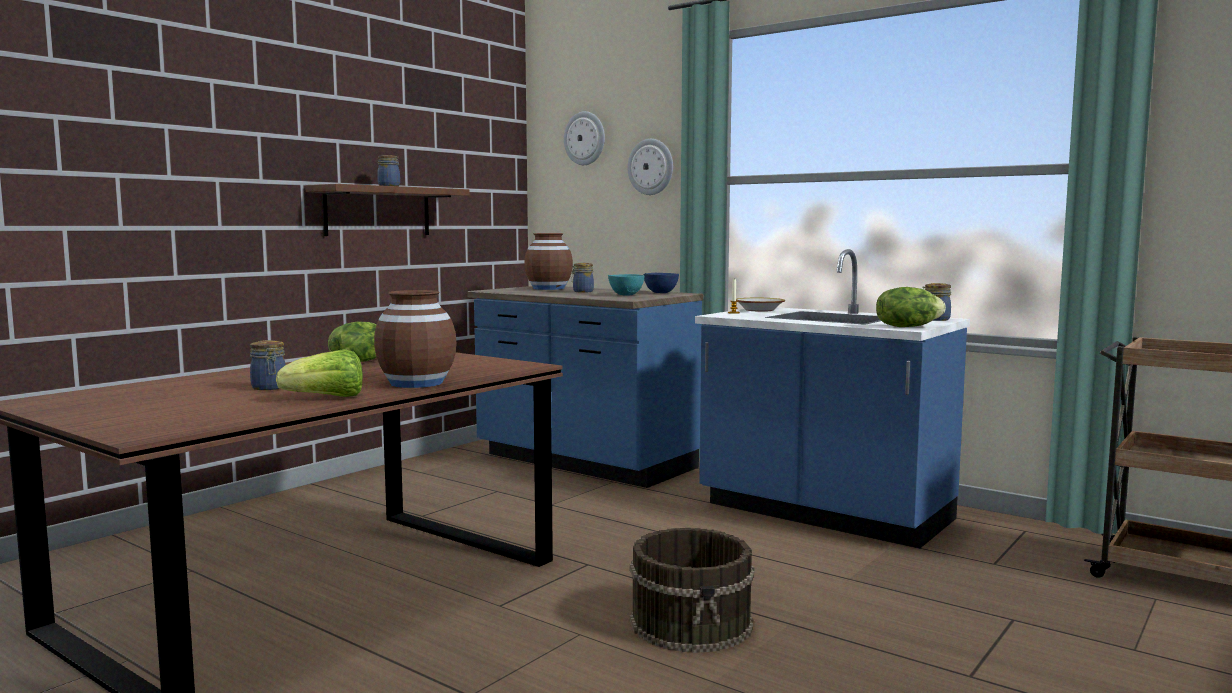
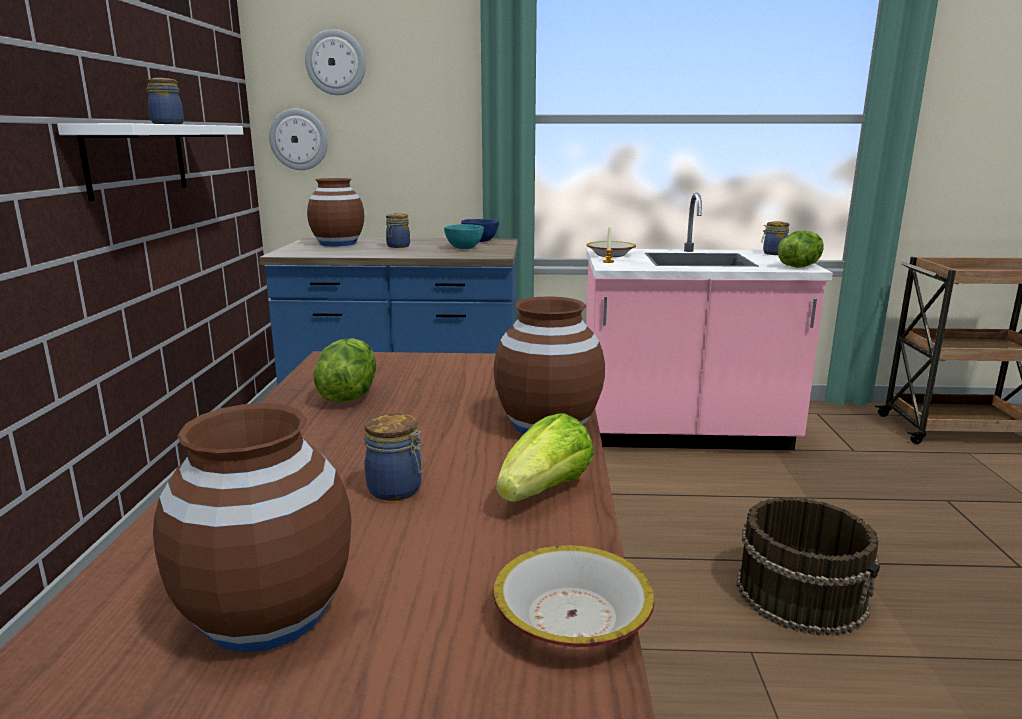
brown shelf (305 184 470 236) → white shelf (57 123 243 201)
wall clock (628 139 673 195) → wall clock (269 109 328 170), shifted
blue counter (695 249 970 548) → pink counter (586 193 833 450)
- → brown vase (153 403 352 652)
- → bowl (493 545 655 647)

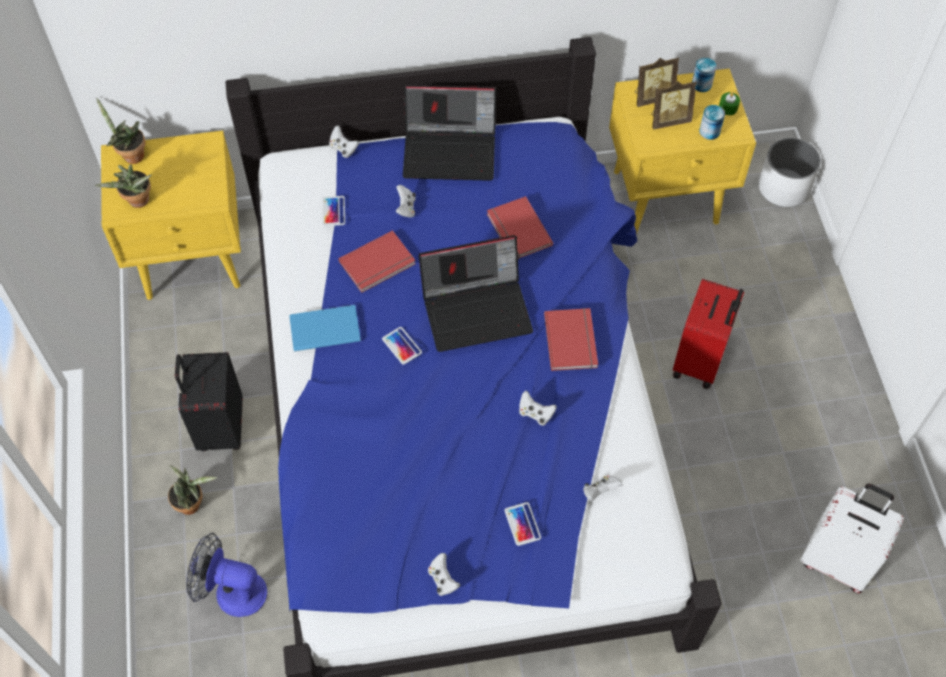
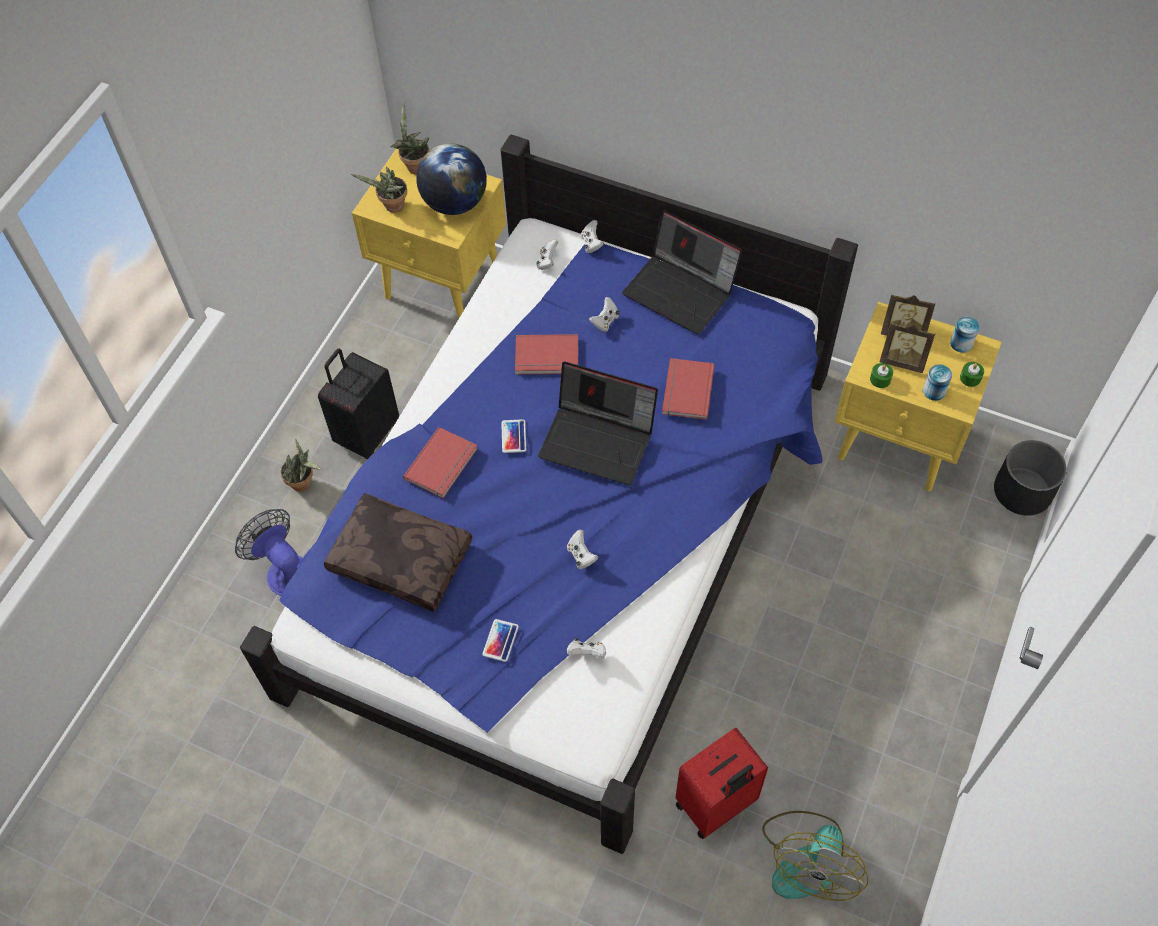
blue book (289 305 361 351) → -
phone (322 196 345 226) → -
white game controller (428 553 460 596) → white game controller (536 239 559 270), shifted
red book (544 308 598 371) → red book (403 427 478 499), shifted
red suitcase (673 279 744 389) → red suitcase (675 728 768 839), shifted
white planter (758 138 821 207) → black planter (994 440 1067 516)
white suitcase (800 484 904 594) → fan (762 811 868 901)
- → brown pillow (324 493 472 612)
- → globe (416 143 487 215)
- → green candle (870 363 893 388)

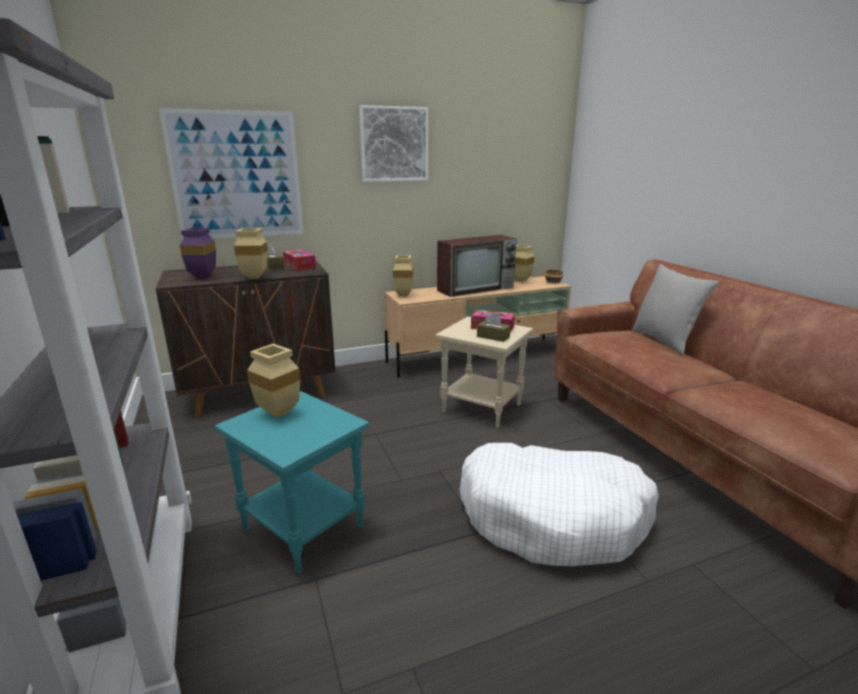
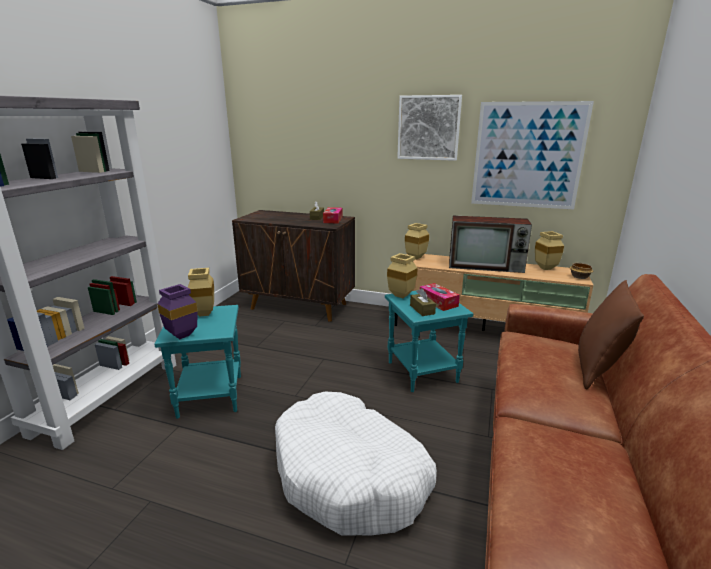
picture (159 108 304 240) → picture (471 101 594 209), shifted
purple vase (180 228 216 278) → purple vase (157 284 198 339), shifted
beige vase (234 228 268 279) → beige vase (387 253 418 298), shifted
beige side table (436 316 533 428) → turquoise side table (385 291 473 392)
grey pillow (632 264 719 356) → brown pillow (578 280 644 389)

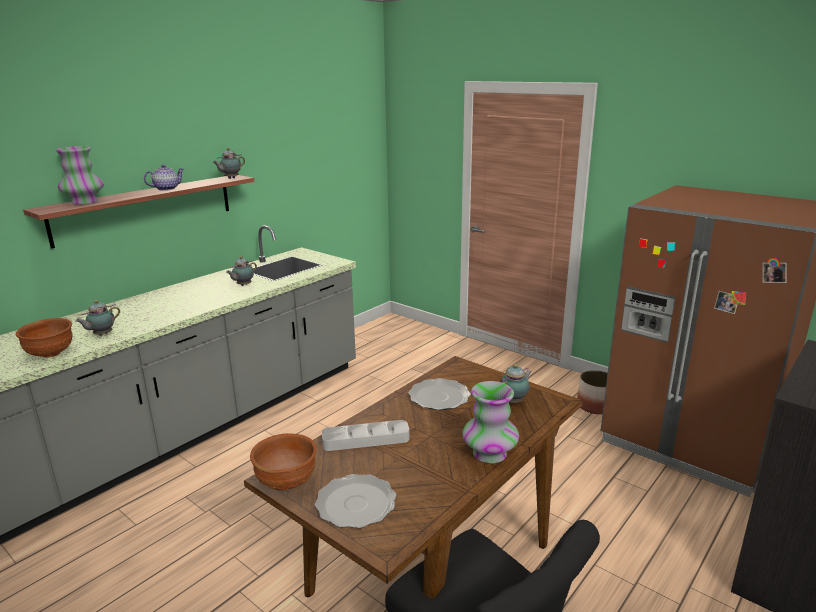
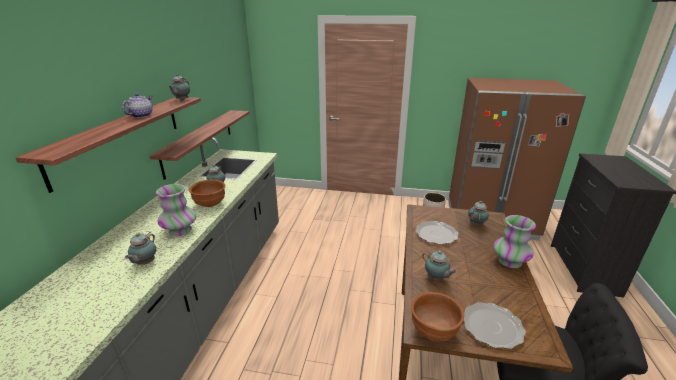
brown bowl (16 318 73 358) → brown bowl (189 179 225 207), shifted
vase (56 146 104 205) → vase (156 184 197 236), shifted
grey tray (322 420 409 451) → teapot (422 250 457 281)
- → shelf (150 110 249 180)

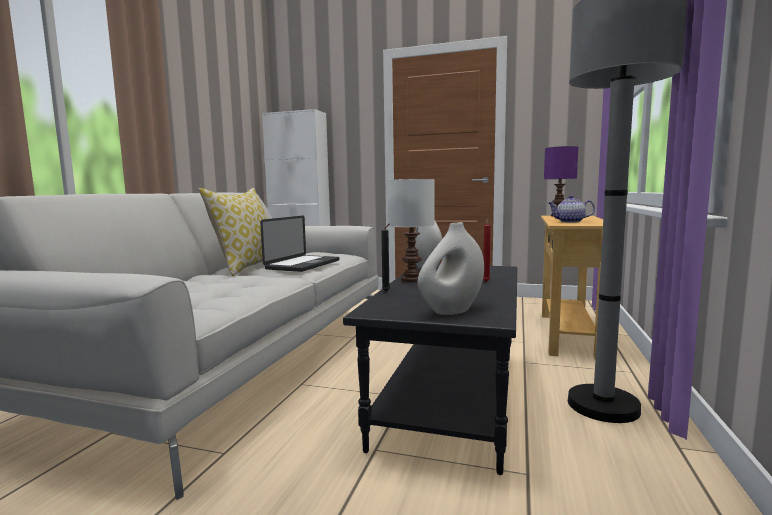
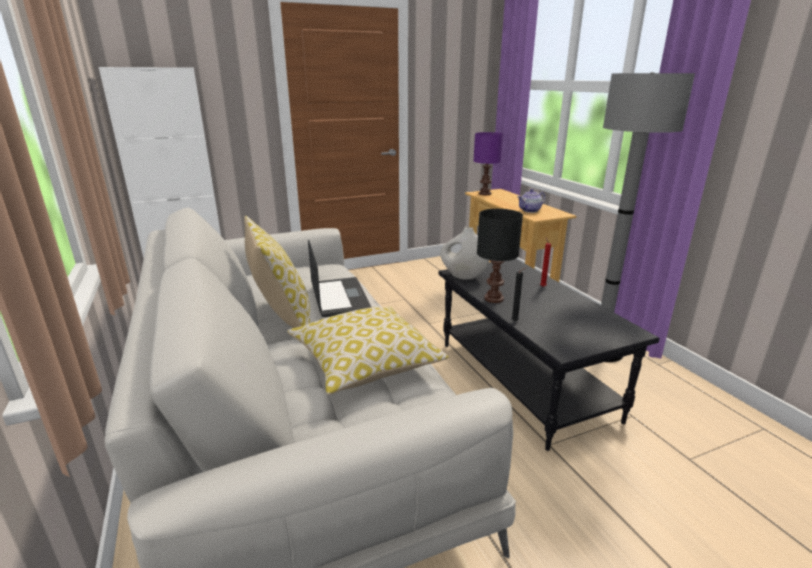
white table lamp (388 179 435 282) → black table lamp (477 209 523 303)
white vase (417 222 484 315) → -
- → pillow (287 306 449 395)

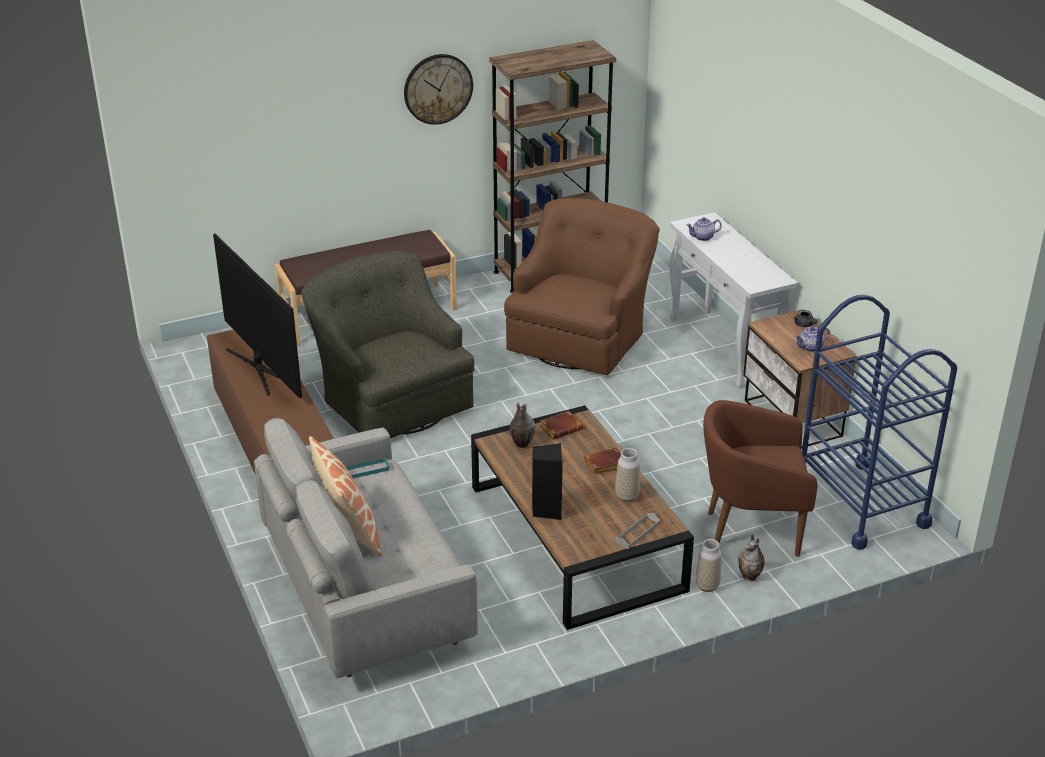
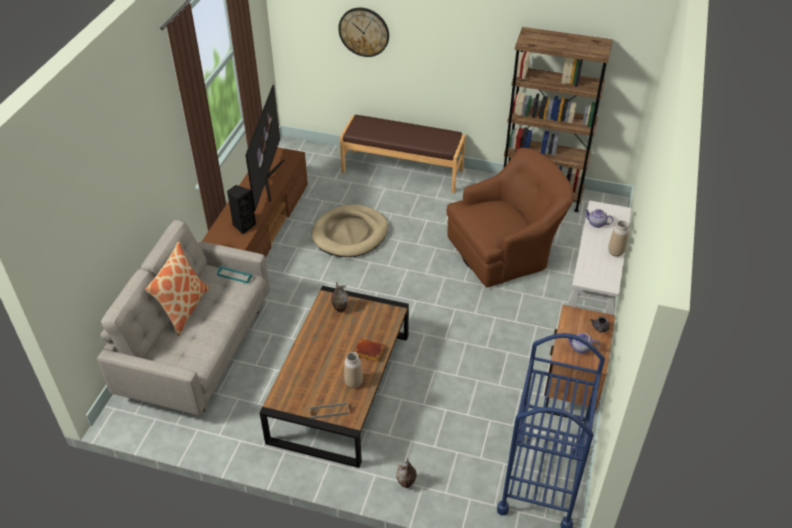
green armchair (301 251 474 438) → beige dog bed (311 205 388 257)
wall clock (404 54 473 125) → wall clock (338 8 389 57), shifted
black speaker (532 443 563 520) → black speaker (227 185 256 234), shifted
brown book (540 411 583 440) → -
vase (696 539 721 592) → vase (608 220 629 257), shifted
brown armchair (703 400 817 557) → -

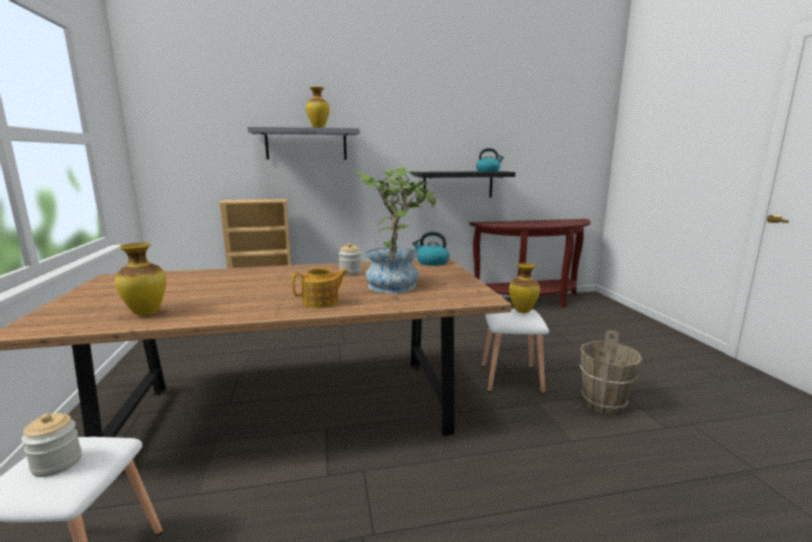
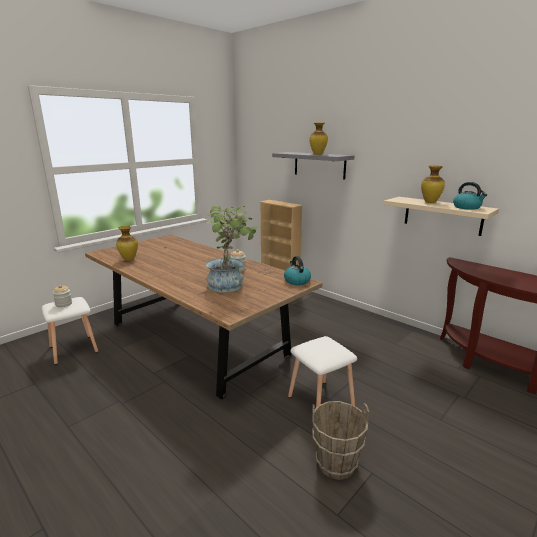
teapot (292 268 349 308) → -
black shelf (416 171 515 199) → beige shelf (383 197 499 236)
vase (509 263 540 313) → vase (421 166 445 203), shifted

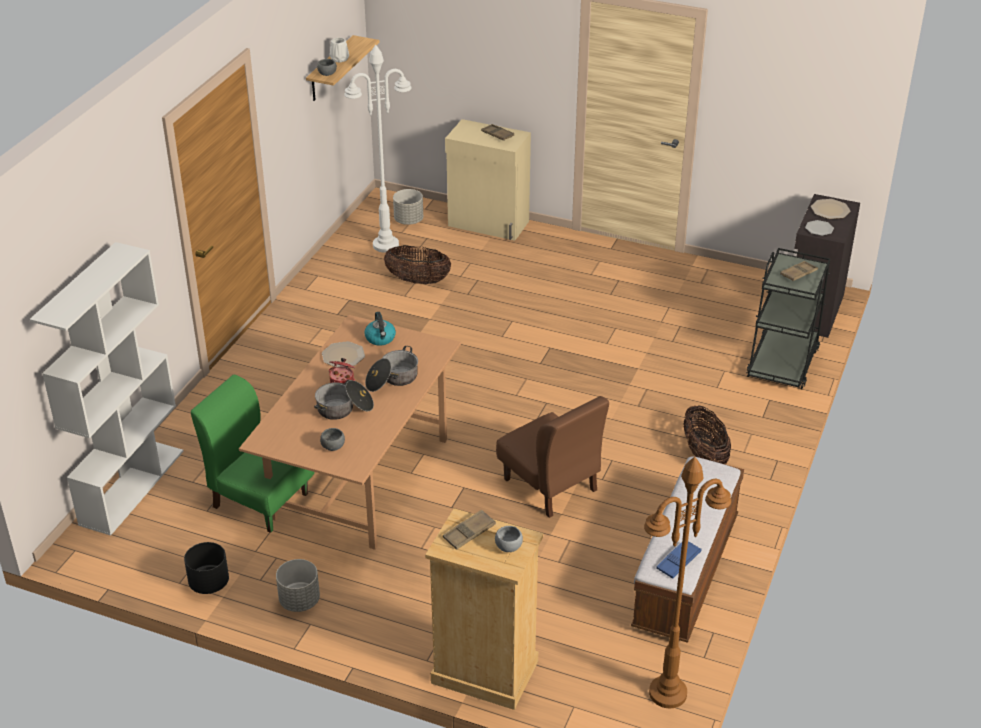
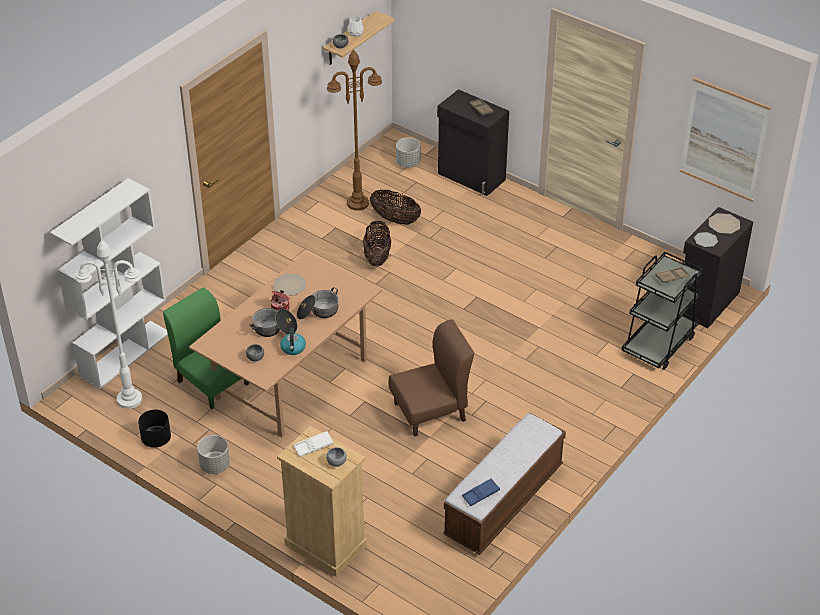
white floor lamp (344 45 411 253) → white floor lamp (75 240 142 409), shifted
kettle (364 312 396 346) → kettle (280 328 306 355), shifted
brown tray (443 510 496 550) → white tray (294 431 334 457)
beige cabinet (445 119 531 241) → black cabinet (437 89 509 196)
brown chair (496 396 609 518) → brown chair (389 319 474 437), 90 degrees counterclockwise
brown floor lamp (644 457 731 708) → brown floor lamp (327 49 382 211), shifted
basket (683 405 731 464) → basket (363 221 391 266), shifted
- → picture (680 78 771 202)

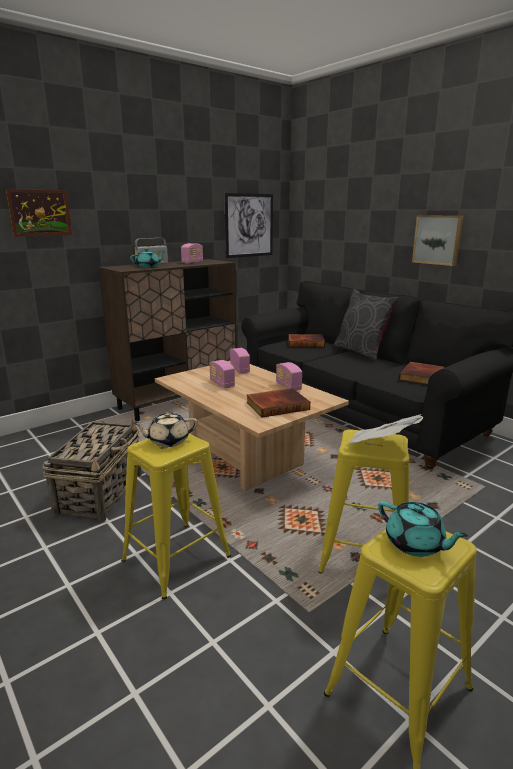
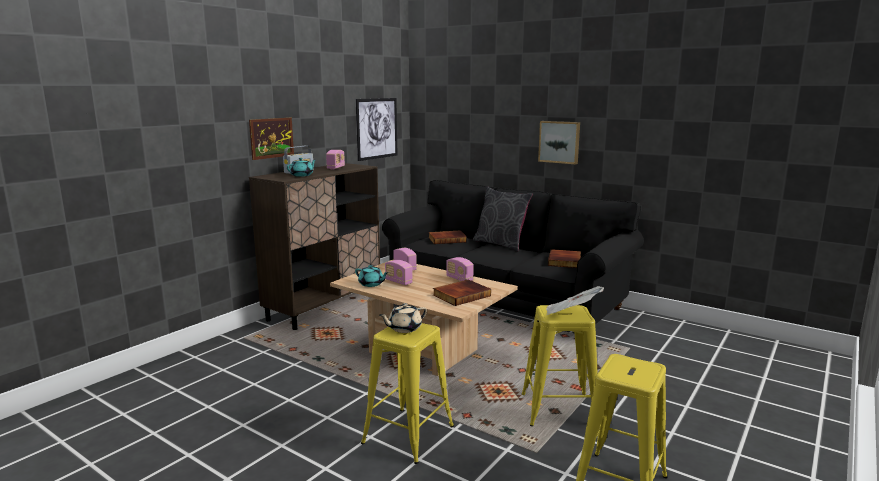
picture (5 189 72 237) → picture (249 118 294 160), shifted
basket (42 419 142 522) → -
turquoise teapot (378 501 468 557) → turquoise teapot (355 265 388 287), shifted

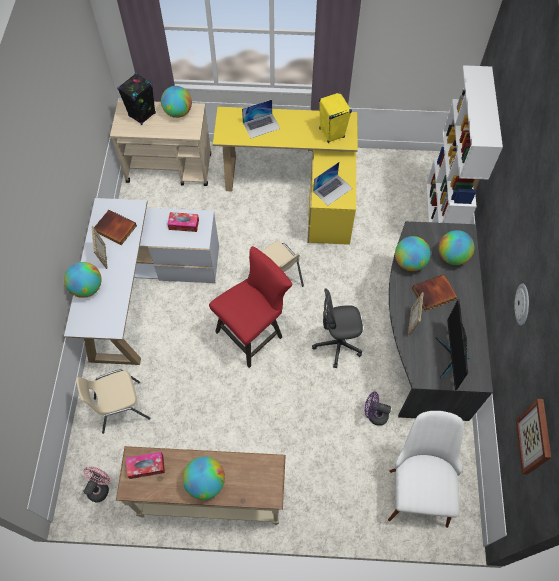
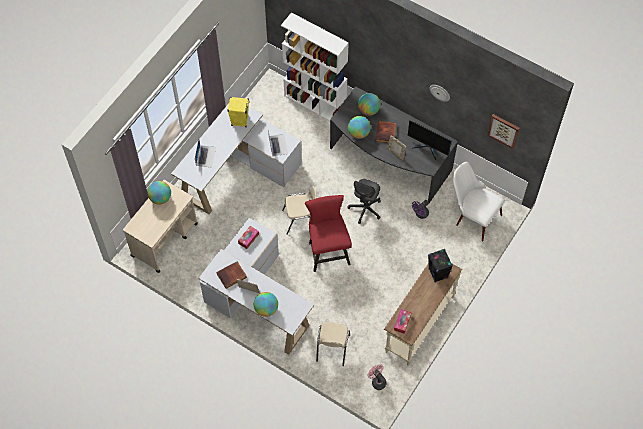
black speaker (117 73 156 125) → black speaker (428 249 453 283), shifted
globe (183 456 225 500) → -
yellow desk (213 107 358 245) → white desk (171 103 301 214)

